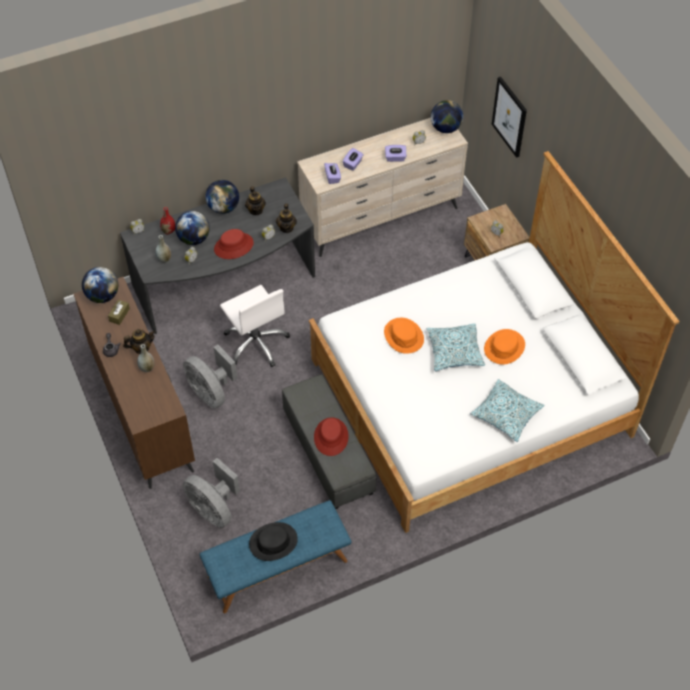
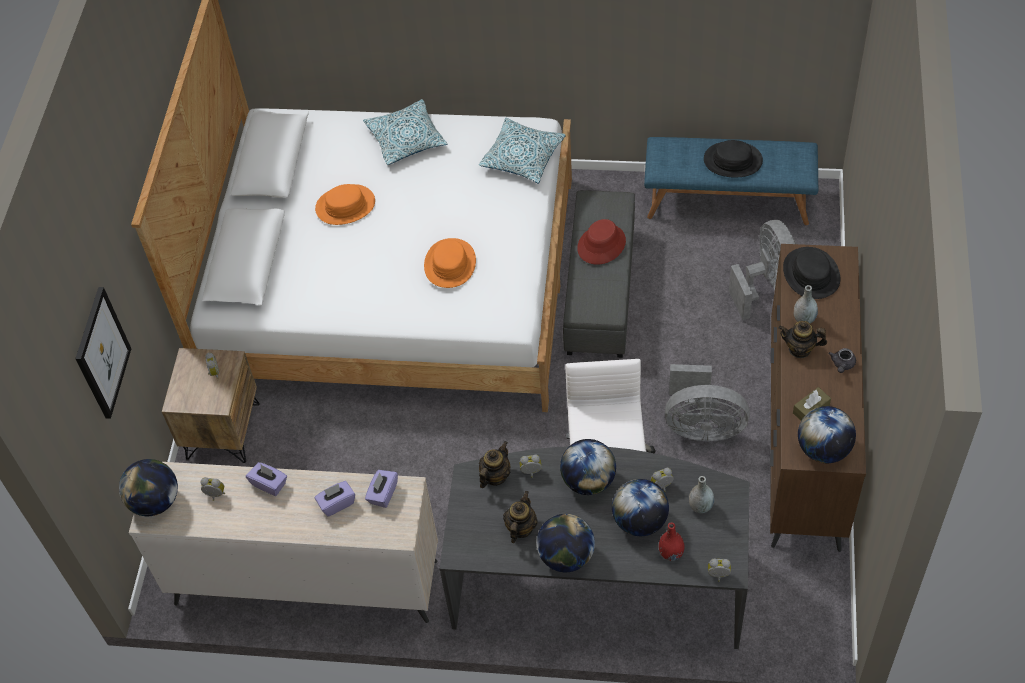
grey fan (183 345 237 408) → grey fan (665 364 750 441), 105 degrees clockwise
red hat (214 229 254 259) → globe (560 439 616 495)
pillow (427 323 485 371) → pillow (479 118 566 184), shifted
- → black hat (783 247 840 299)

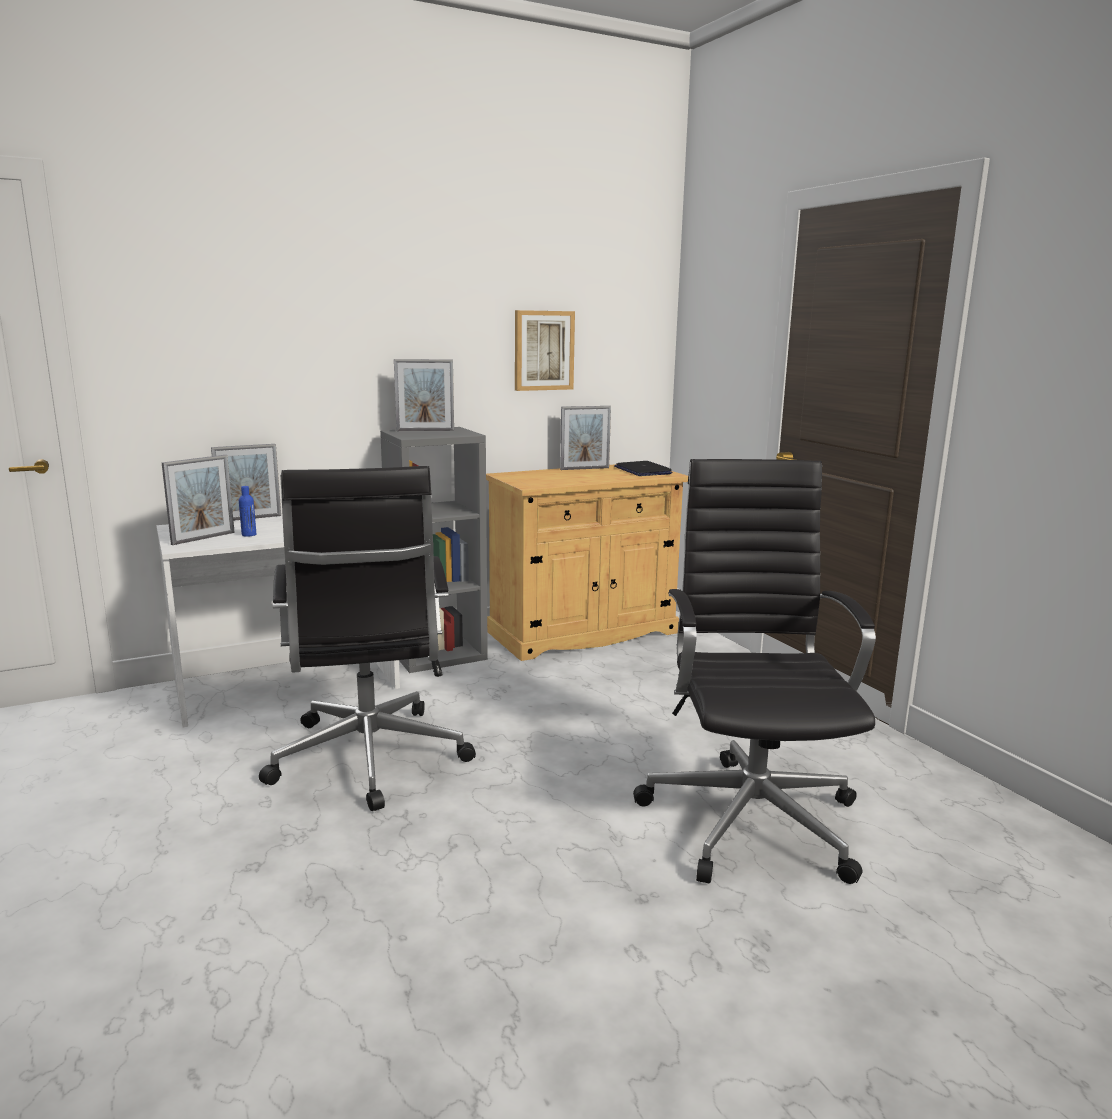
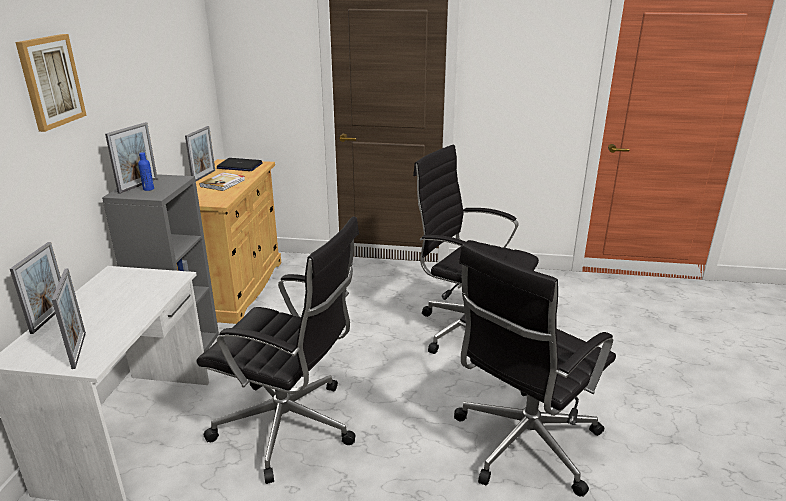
blue bottle (239 486 256 537) → blue bottle (138 152 154 191), shifted
picture (515 310 575 391) → picture (15 34 87 132), shifted
- → book (199 172 245 191)
- → black office chair (454 243 616 497)

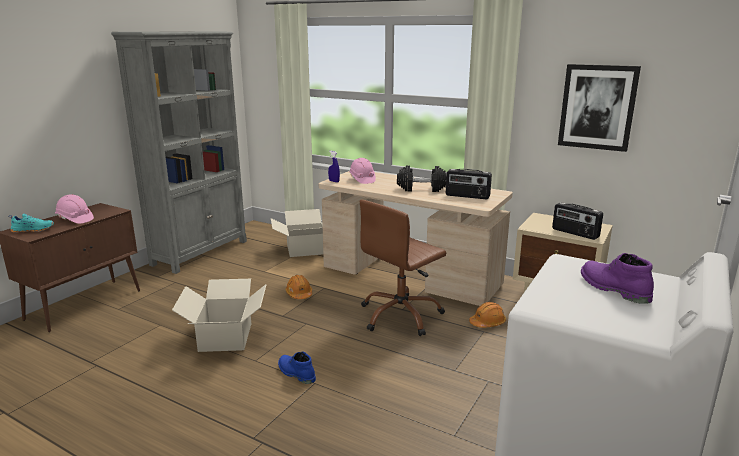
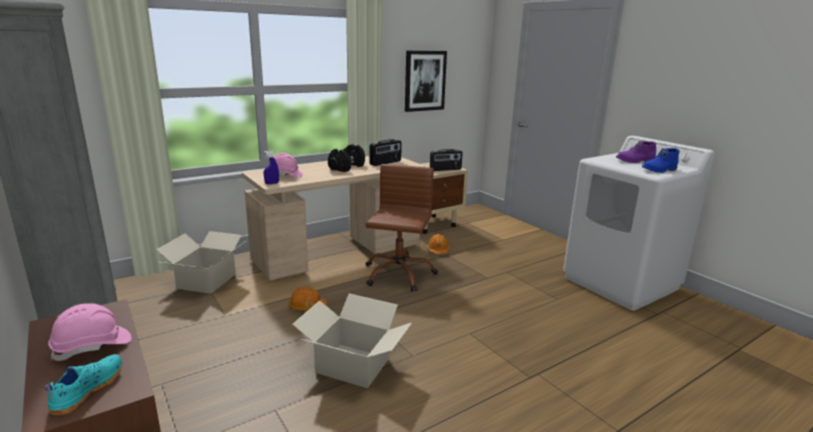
blue boot (278 352 316 384) → blue boot (642 148 680 173), shifted
brown office chair (360 200 446 336) → brown office chair (365 164 438 292), 150 degrees counterclockwise

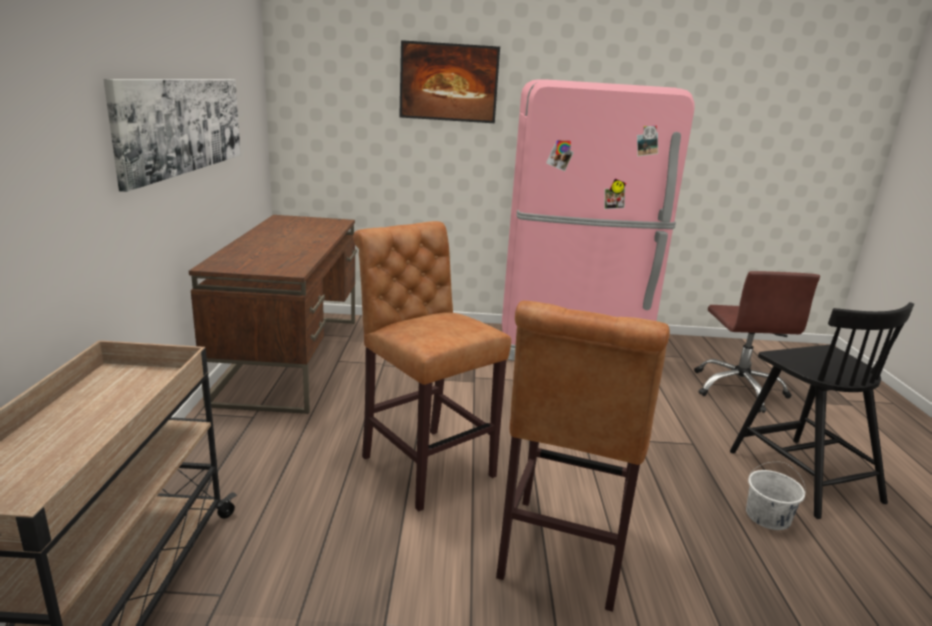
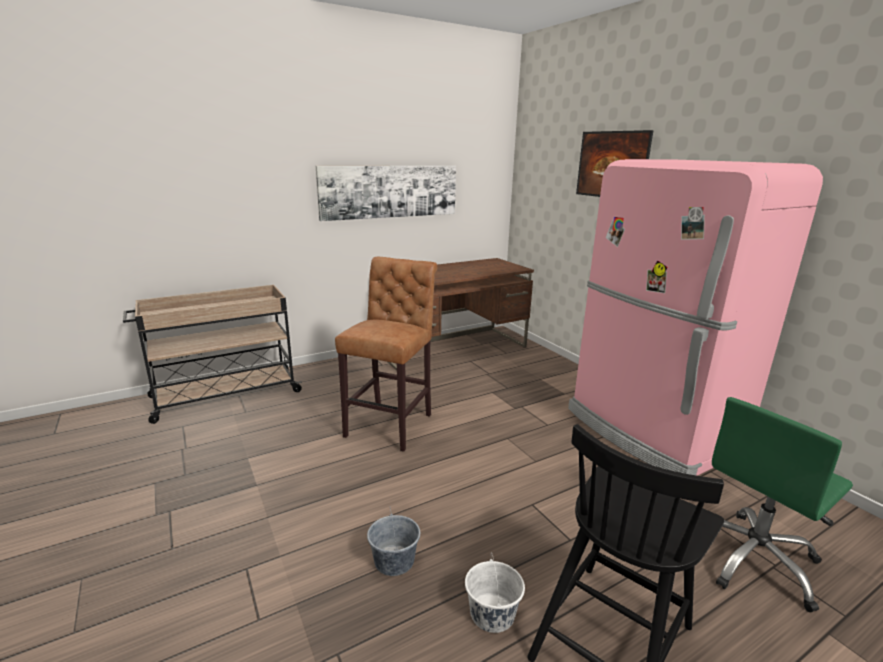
brown stool (496 301 670 612) → -
brown office chair (694 271 820 413) → green office chair (712 397 853 612)
- → grey bucket (367 508 420 576)

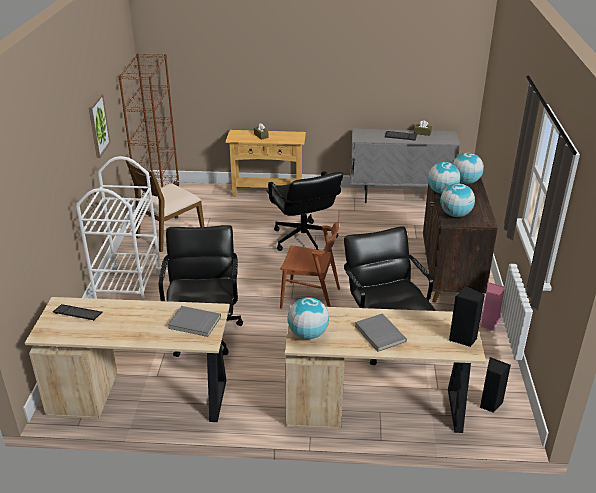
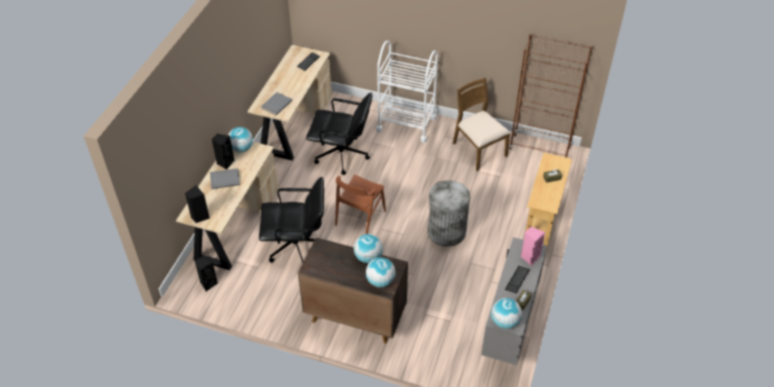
picture (88 94 111 158) → -
black office chair (266 171 344 251) → grey trash can (427 180 470 247)
globe (440 183 475 217) → globe (491 298 522 329), shifted
pink speaker (481 282 505 331) → pink speaker (521 227 545 265), shifted
- → black speaker (212 134 234 170)

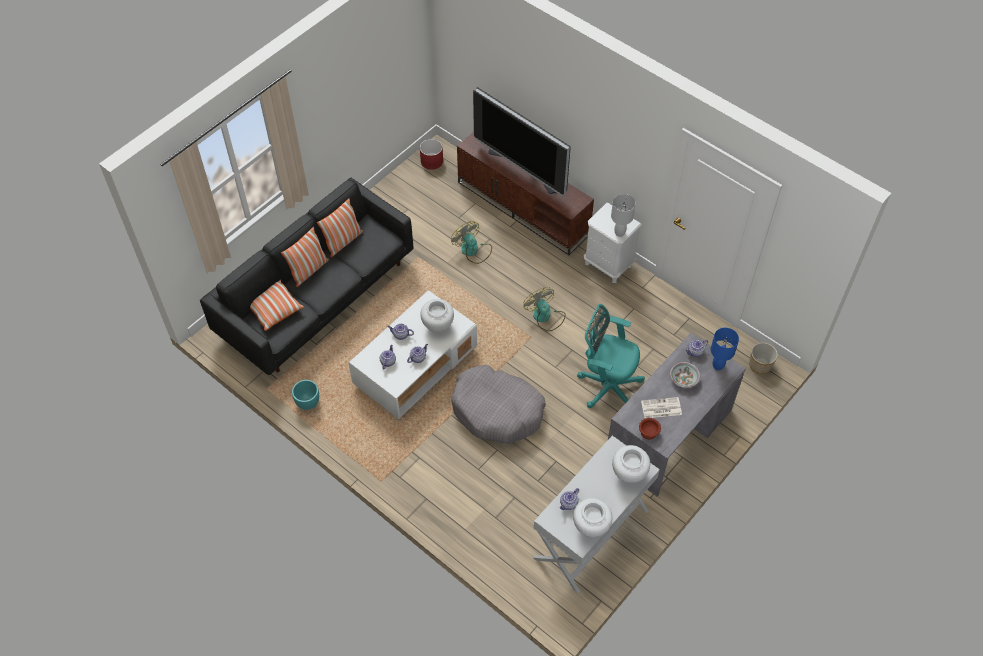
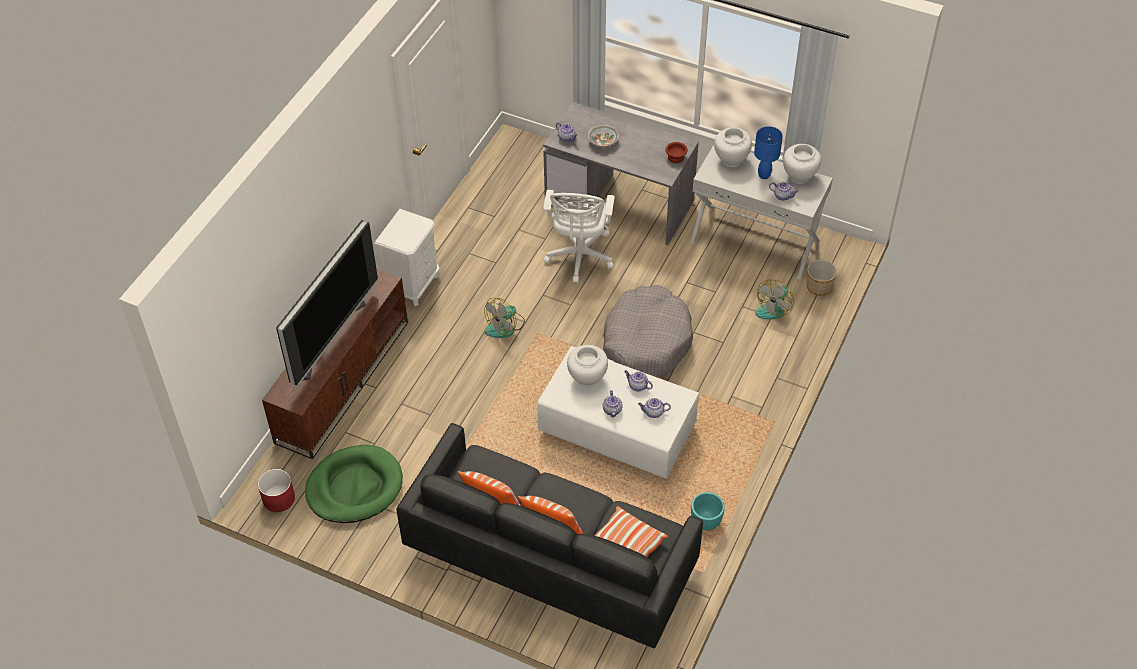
fan (451 221 492 264) → fan (755 280 794 319), shifted
turquoise office chair (577 304 645 408) → white office chair (544 190 615 283)
white table lamp (611 194 636 237) → -
newspaper (641 397 682 418) → -
blue table lamp (711 328 739 370) → blue table lamp (754 126 783 179), shifted
planter (749 343 778 374) → planter (806 260 837 296), shifted
- → green dog bed (305 445 403 523)

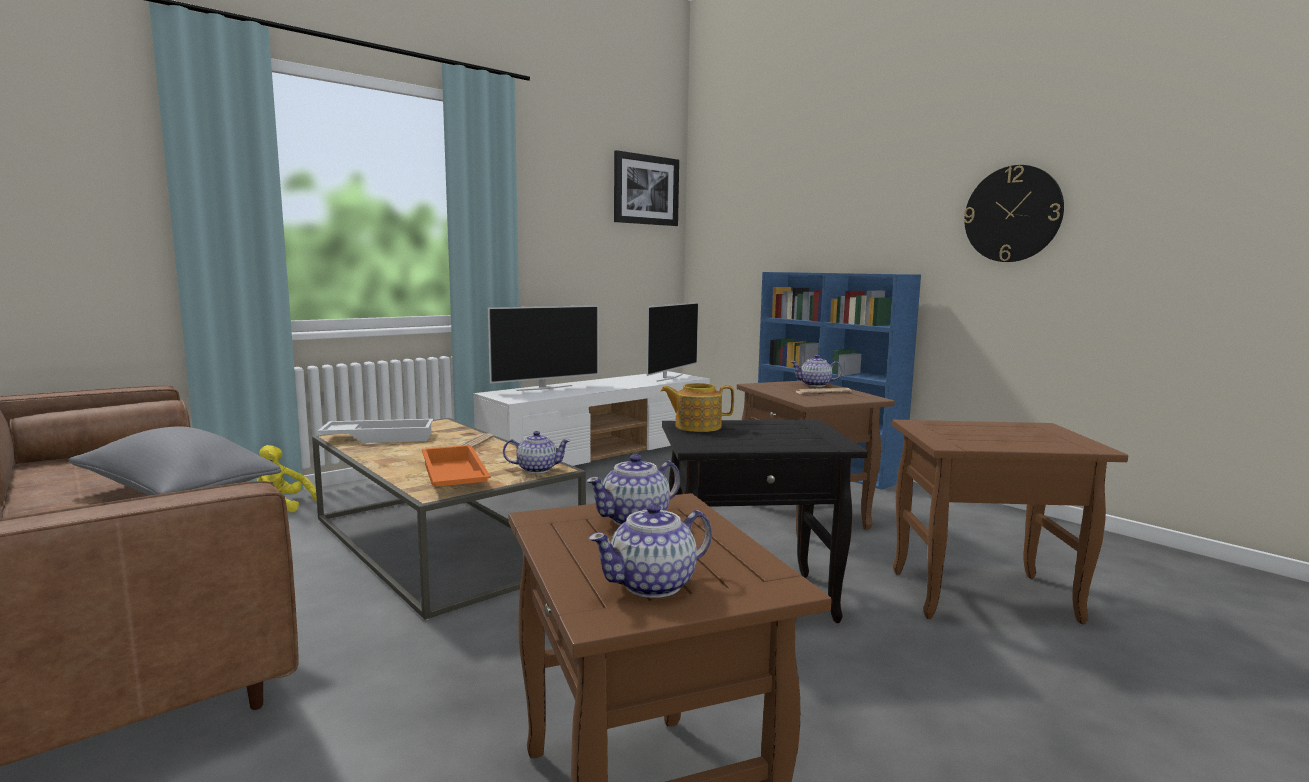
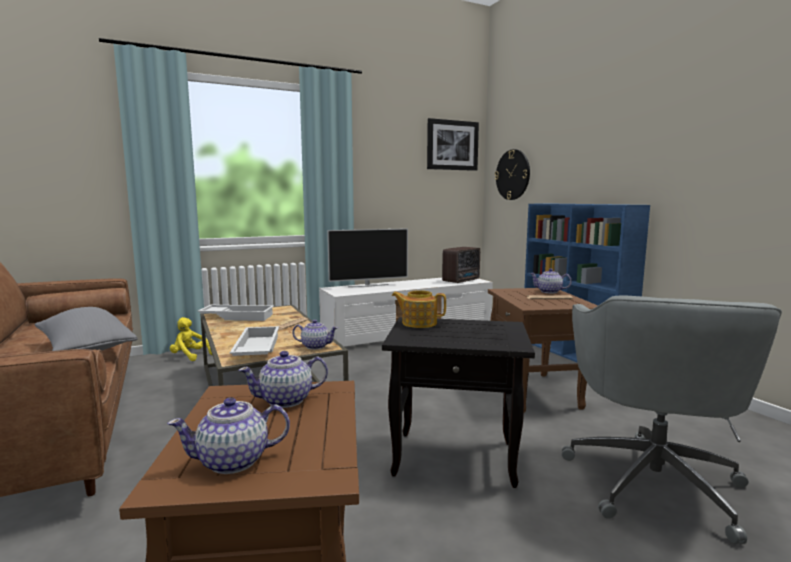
orange tray (422 445 491 487) → white tray (230 326 279 356)
television (646 302 699 382) → radio (442 247 480 283)
brown side table (892 420 1128 624) → grey office chair (562 295 782 544)
wall clock (964 165 1064 262) → wall clock (495 149 530 200), shifted

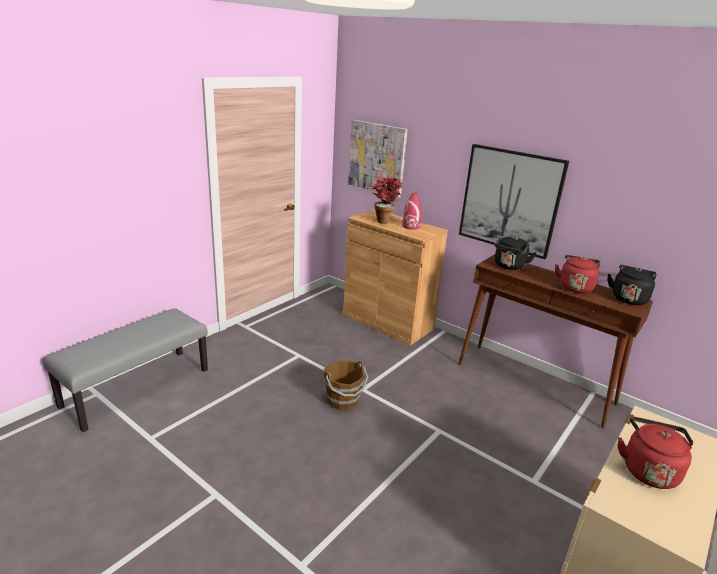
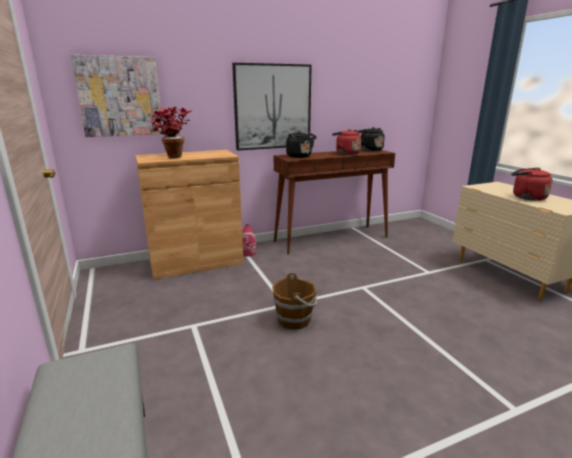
red vase (402 193 422 230) → red vase (242 224 256 256), shifted

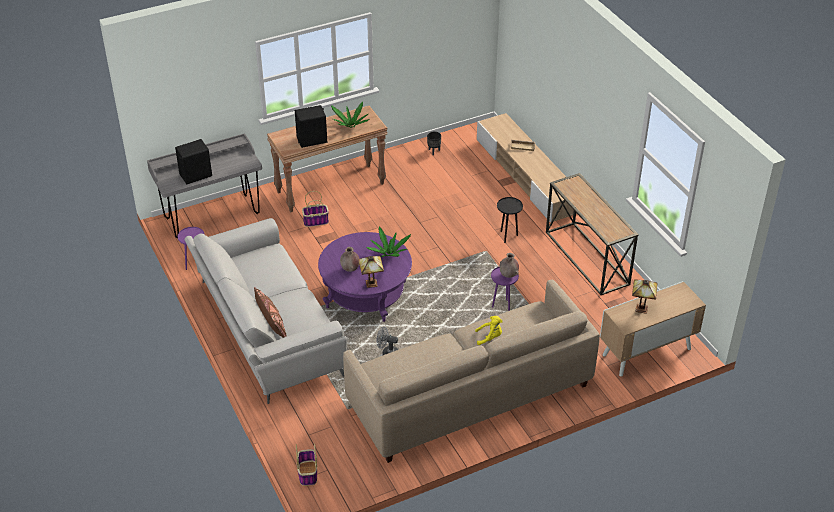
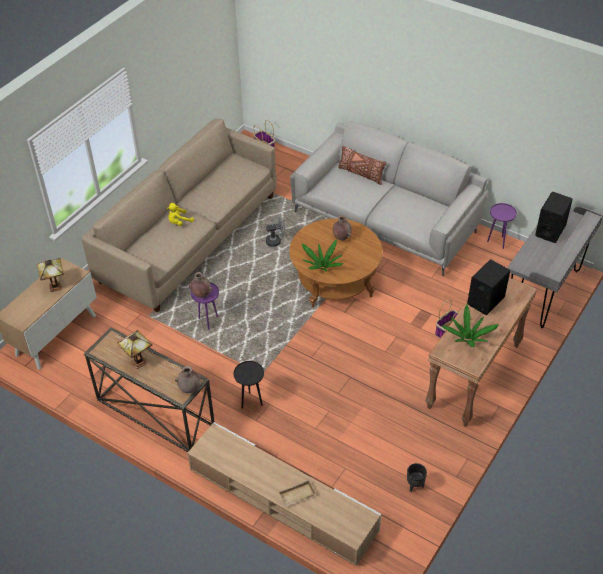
purple coffee table (318 232 412 322) → brown coffee table (289 218 383 307)
table lamp (358 256 384 288) → table lamp (117 330 153 369), shifted
- → brown vase (175 366 202 393)

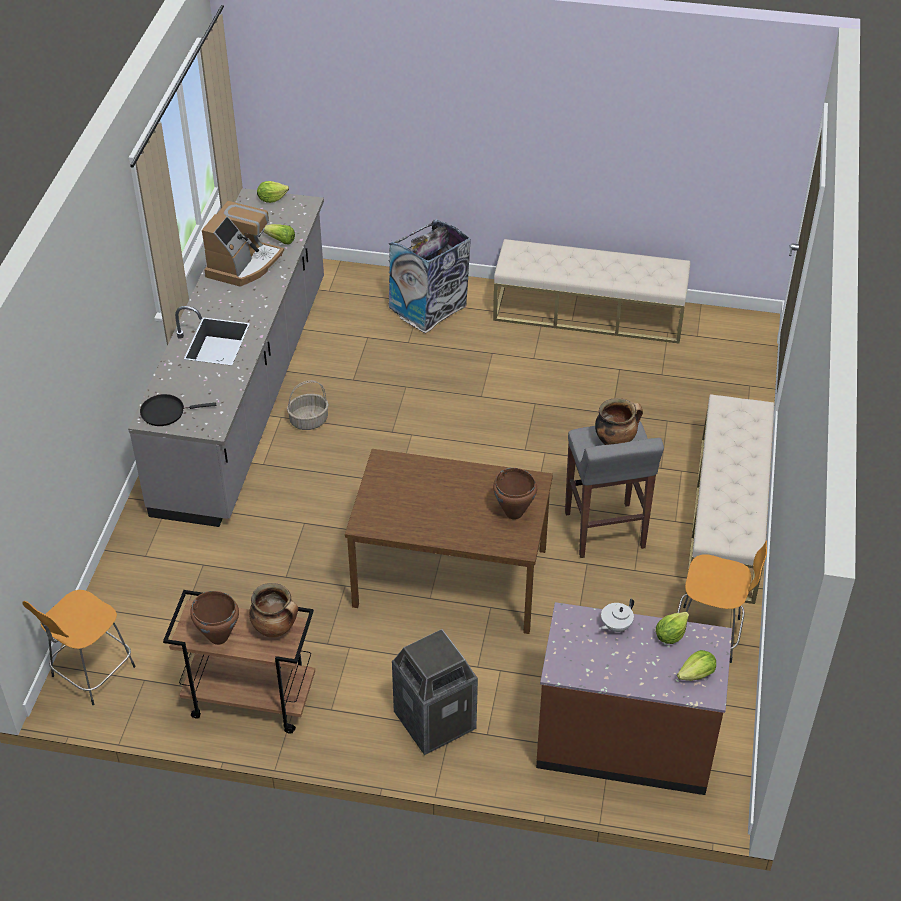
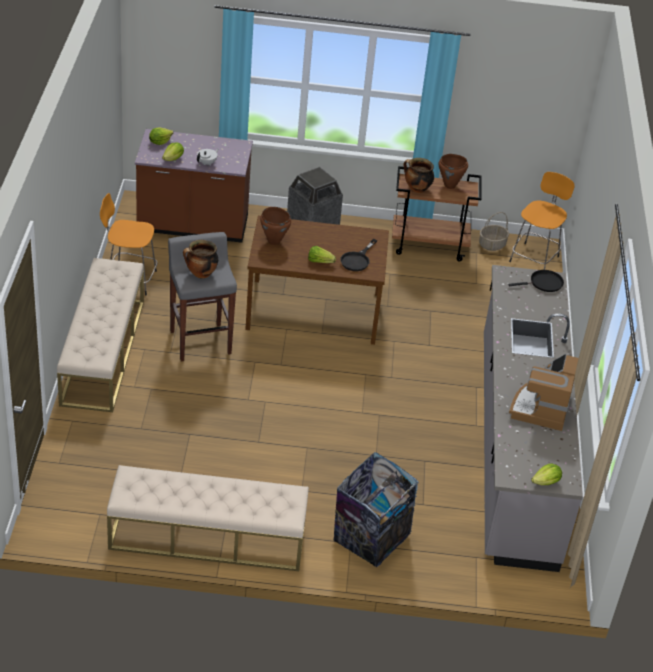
lettuce (263 224 295 245) → lettuce (308 246 336 263), shifted
basket (287 380 329 430) → basket (479 212 509 251), shifted
- → black frying pan (340 239 377 271)

